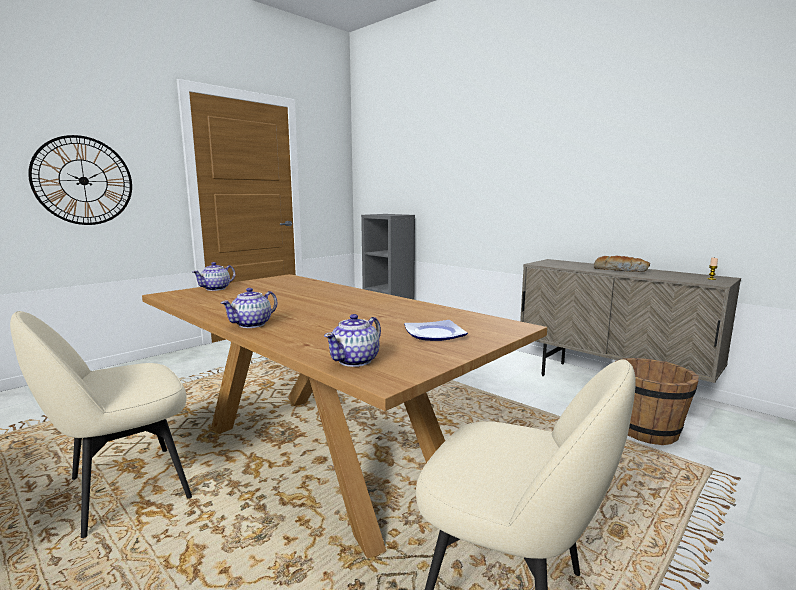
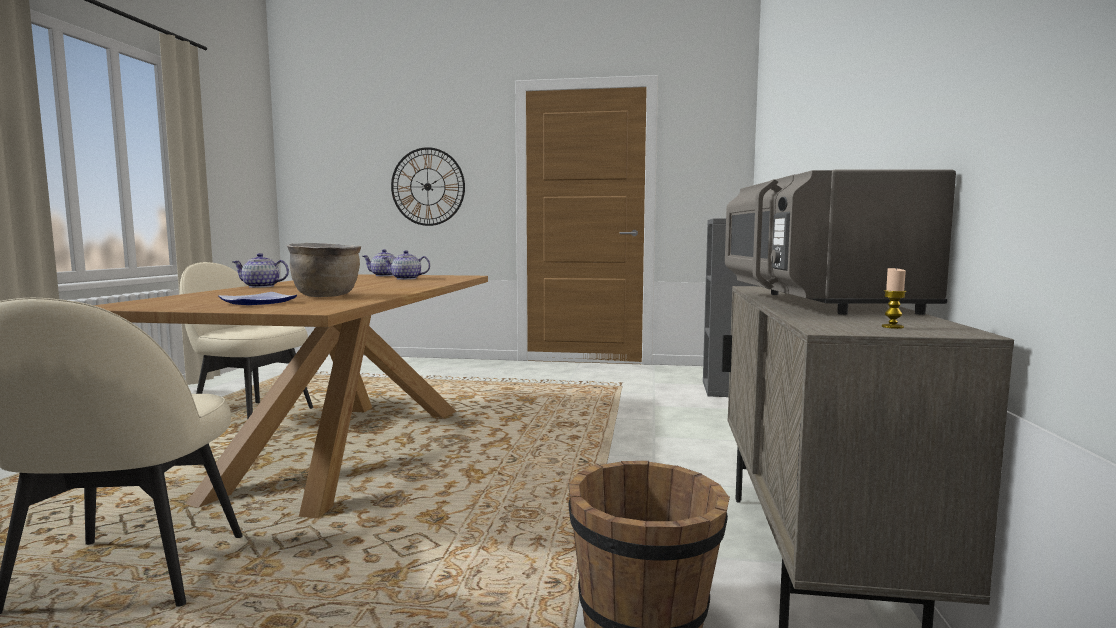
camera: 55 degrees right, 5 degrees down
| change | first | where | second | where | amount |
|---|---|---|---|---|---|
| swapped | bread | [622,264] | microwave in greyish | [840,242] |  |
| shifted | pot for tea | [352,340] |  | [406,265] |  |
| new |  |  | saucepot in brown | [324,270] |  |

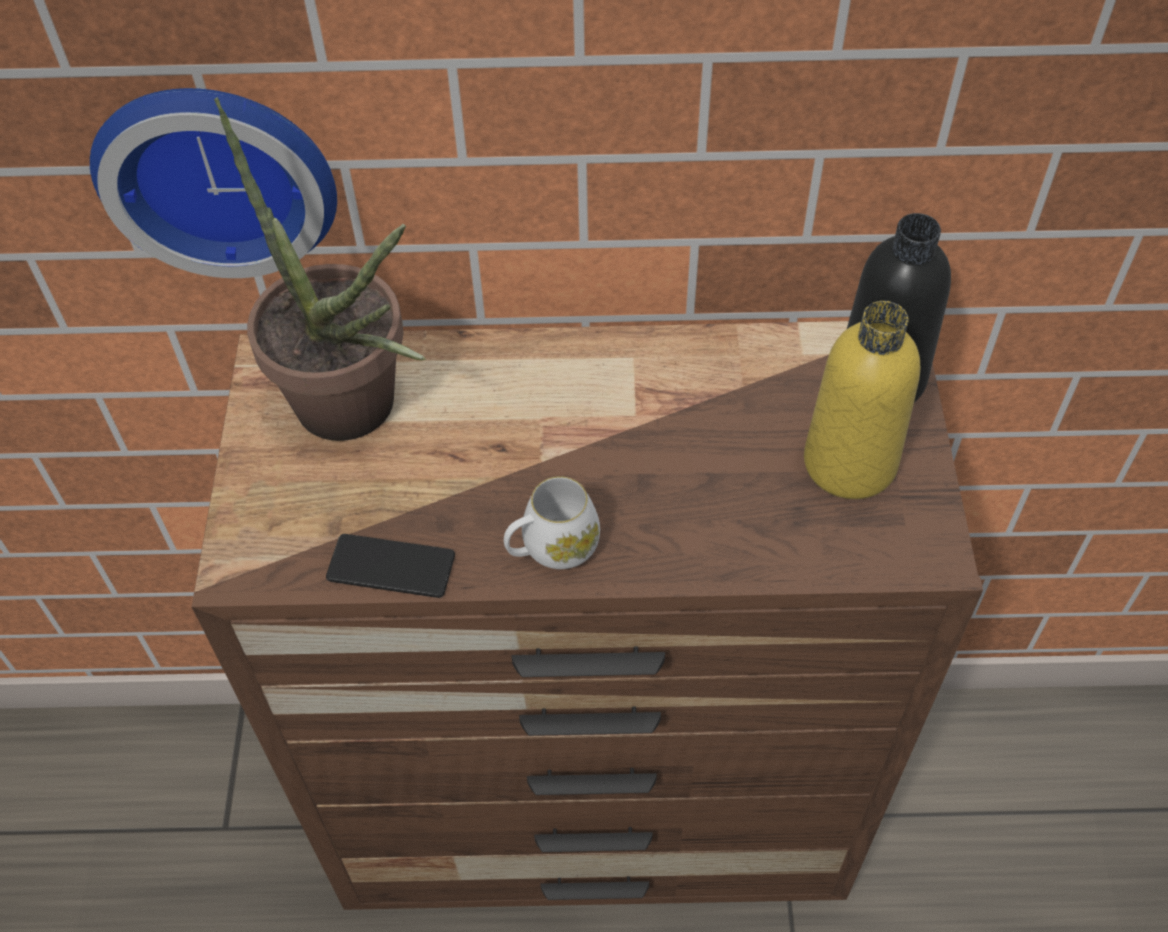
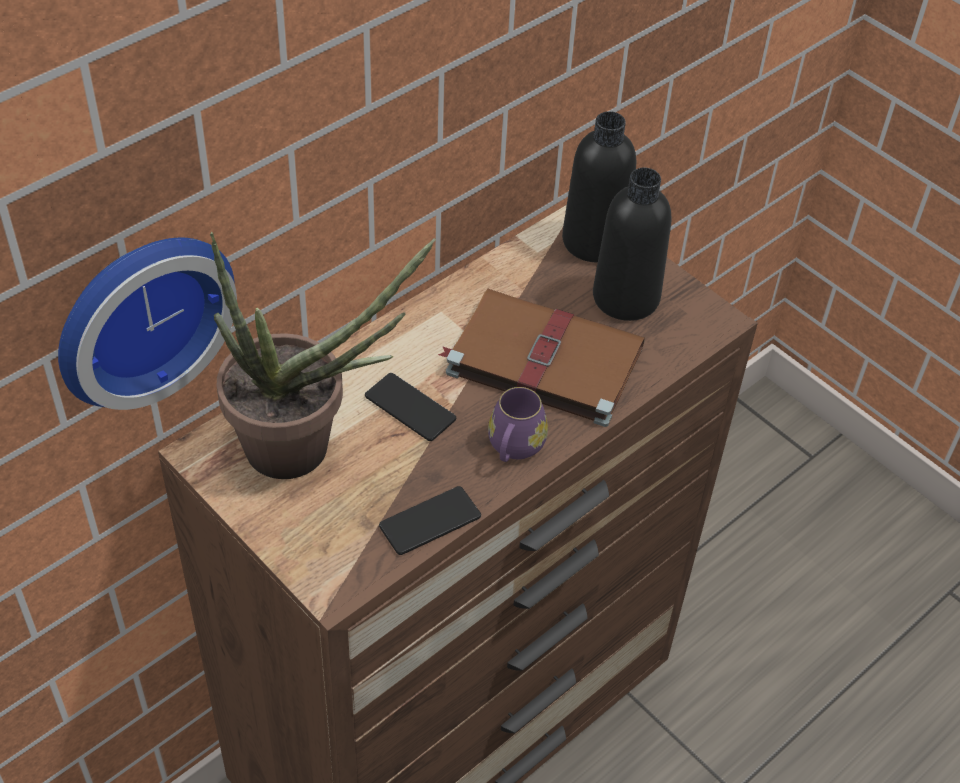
camera: 45 degrees left, 5 degrees down
| change | first | where | second | where | amount |
|---|---|---|---|---|---|
| repainted | bottle in yellow | [862,400] | bottle in black-coloured | [632,244] |  |
| repainted | coffee mug in white-coloured | [552,522] | coffee mug in purple | [518,424] |  |
| new |  |  | book in brown | [541,358] |  |
| new |  |  | handset | [410,407] |  |

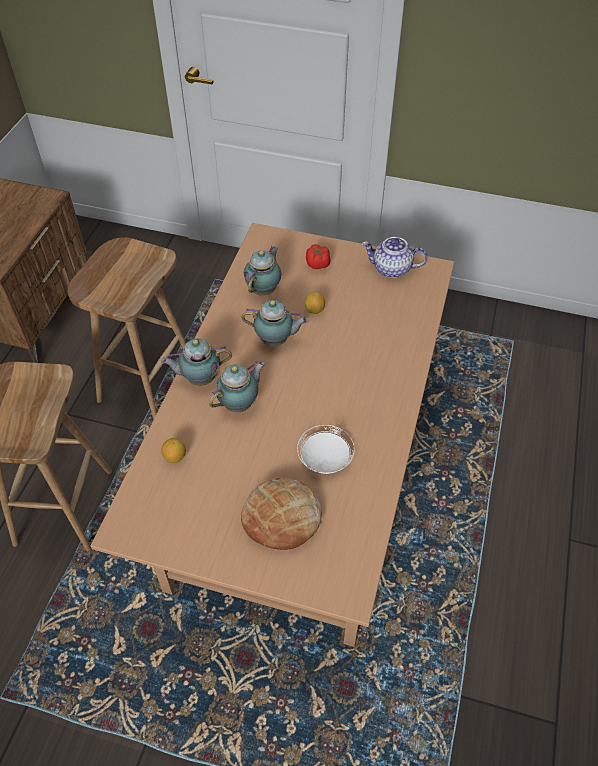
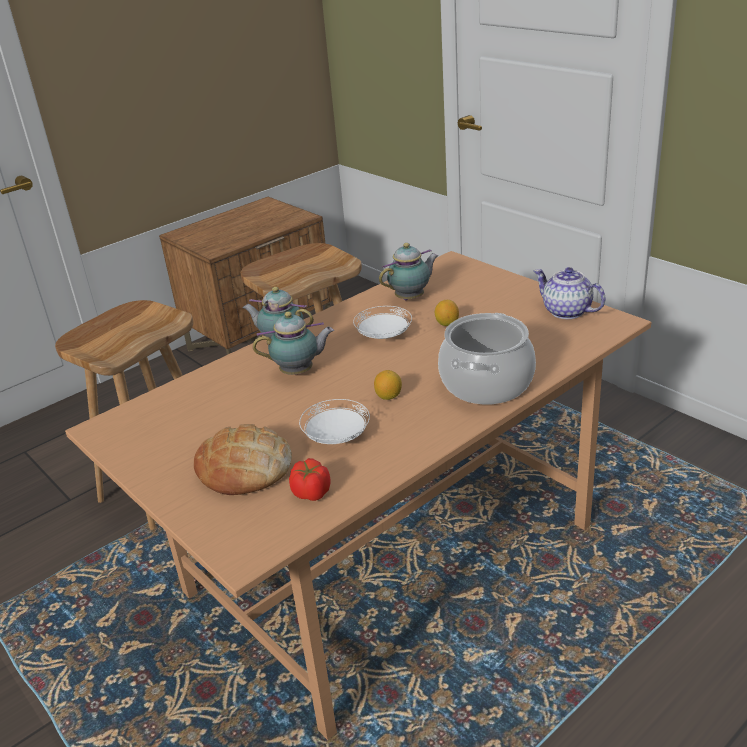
camera: 35 degrees right, 20 degrees down
| change | first | where | second | where | amount |
|---|---|---|---|---|---|
| shifted | whole tomato | [318,256] |  | [310,479] |  |
| swapped | pot for tea | [275,323] | dinner plate in white-coloured | [382,322] |  |
| shifted | citrus fruit | [173,450] |  | [388,385] |  |
| new |  |  | saucepot | [487,359] |  |

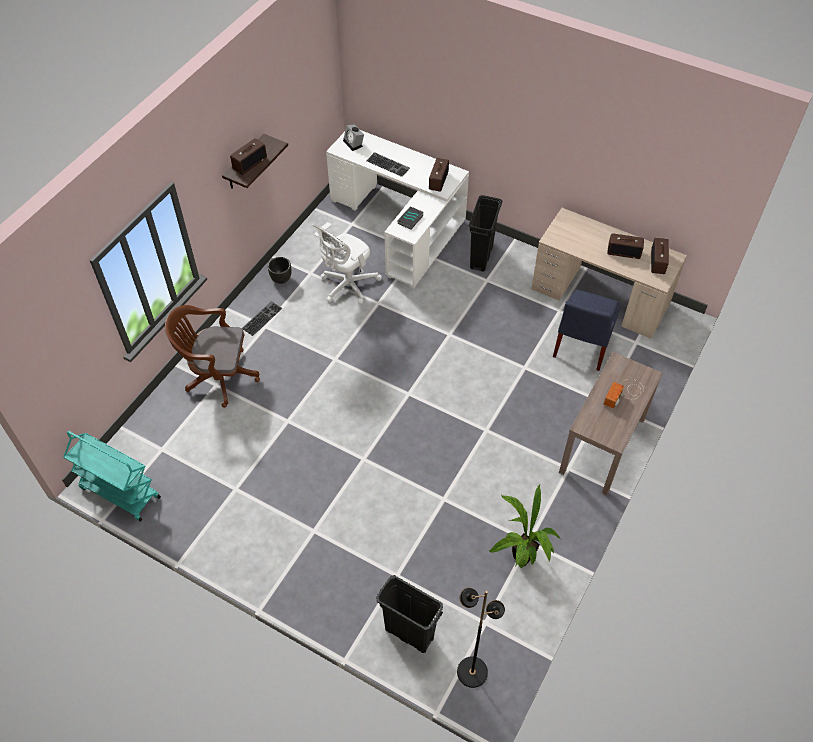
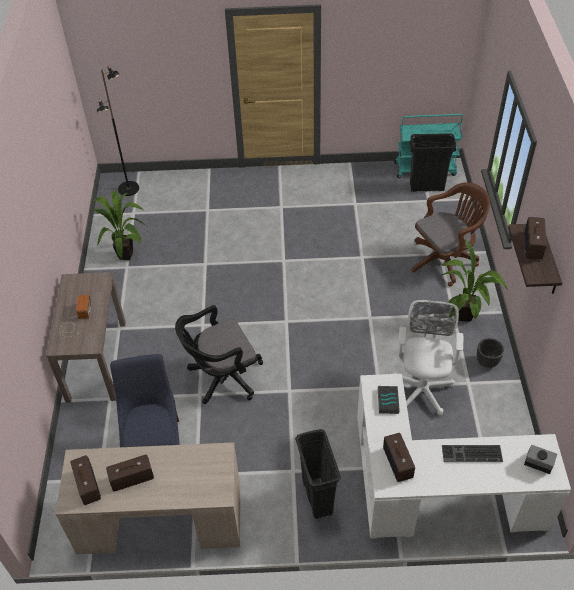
camera: 150 degrees right, 5 degrees down
| change | first | where | second | where | amount |
|---|---|---|---|---|---|
| swapped | keyboard | [262,318] | potted plant | [474,280] |  |
| shifted | waste bin in black-coloured | [409,614] |  | [432,162] |  |
| new |  |  | desk chair in black-coloured | [219,354] |  |

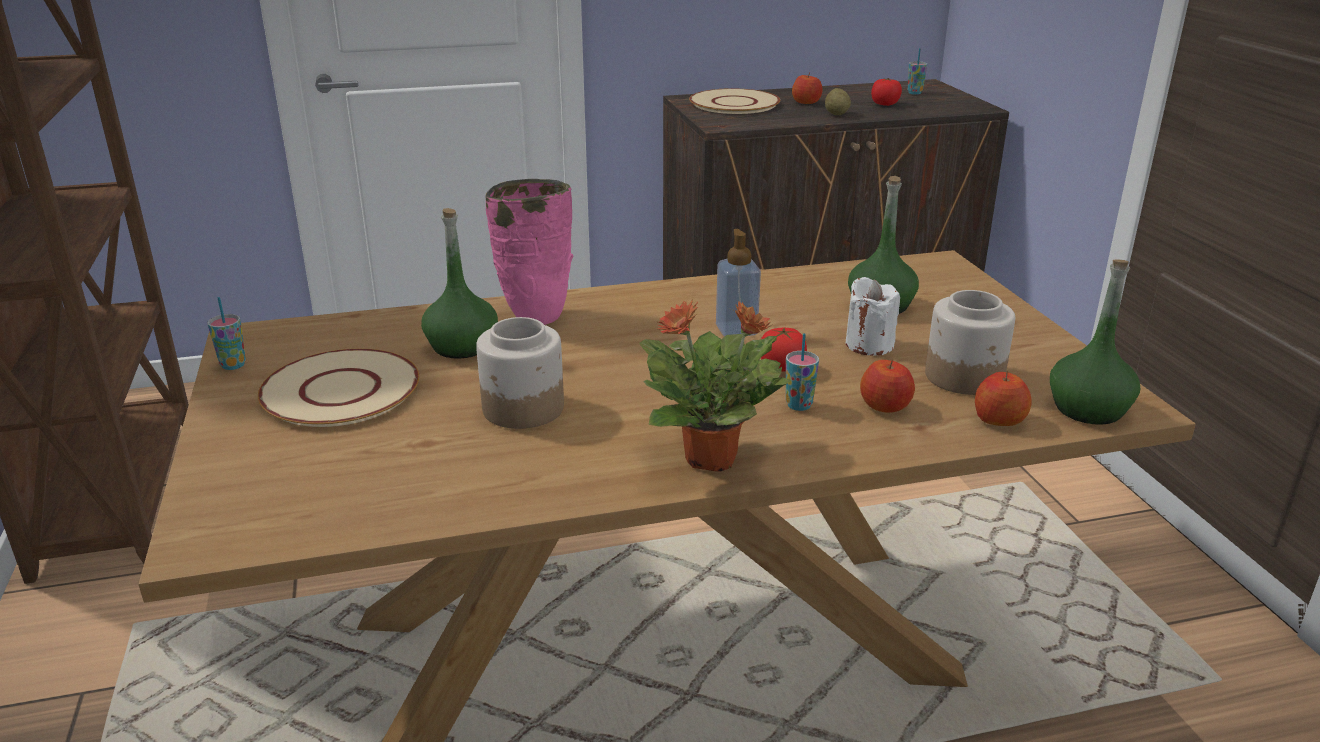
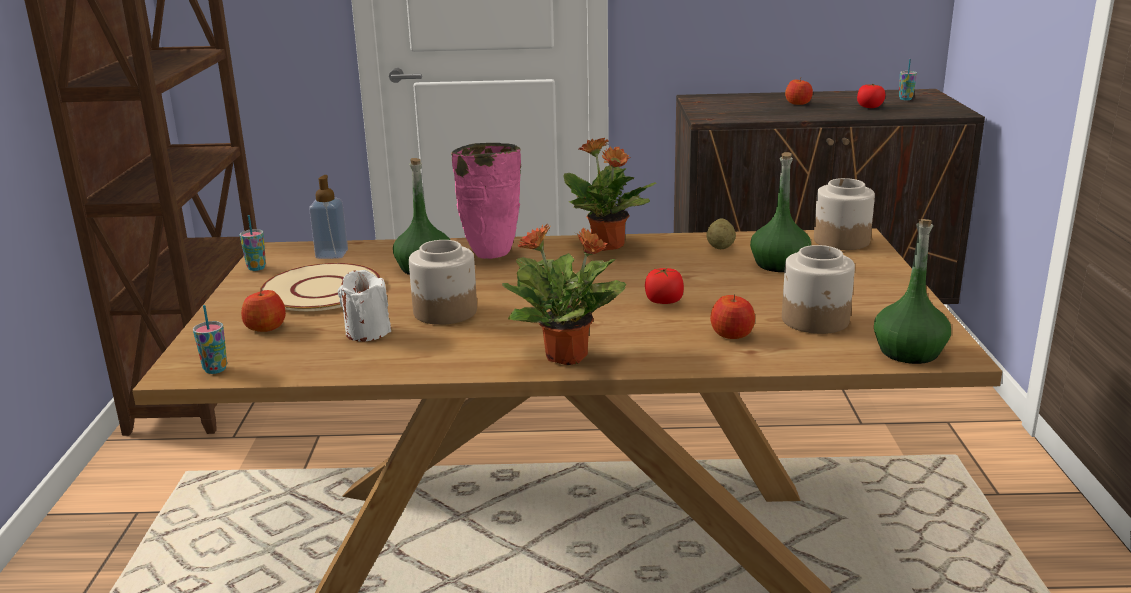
camera: 15 degrees right, 5 degrees down
| change | first | where | second | where | amount |
|---|---|---|---|---|---|
| gone | dinner plate in beige | [734,101] |  |  |  |
| shifted | potato | [838,101] |  | [721,234] |  |
| shifted | soap bottle | [738,283] |  | [328,217] |  |
| shifted | candle in white-coloured | [873,316] |  | [364,306] |  |
| shifted | small cup | [802,372] |  | [210,339] |  |
| shifted | whole apple | [1003,398] |  | [263,310] |  |
| new |  |  | potted plant | [610,194] |  |
| new |  |  | storage jar | [844,214] |  |

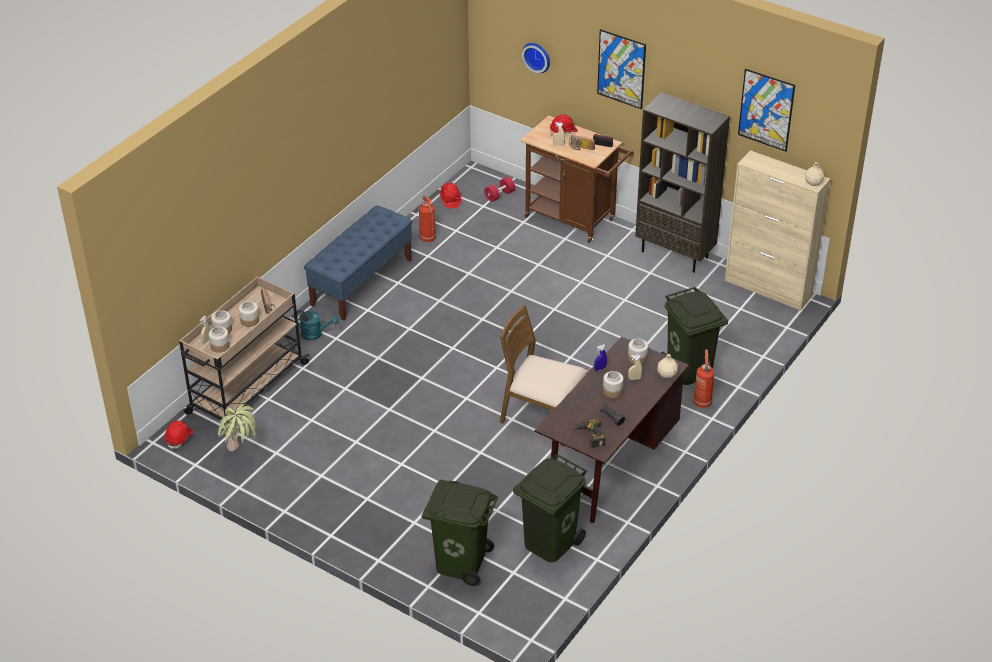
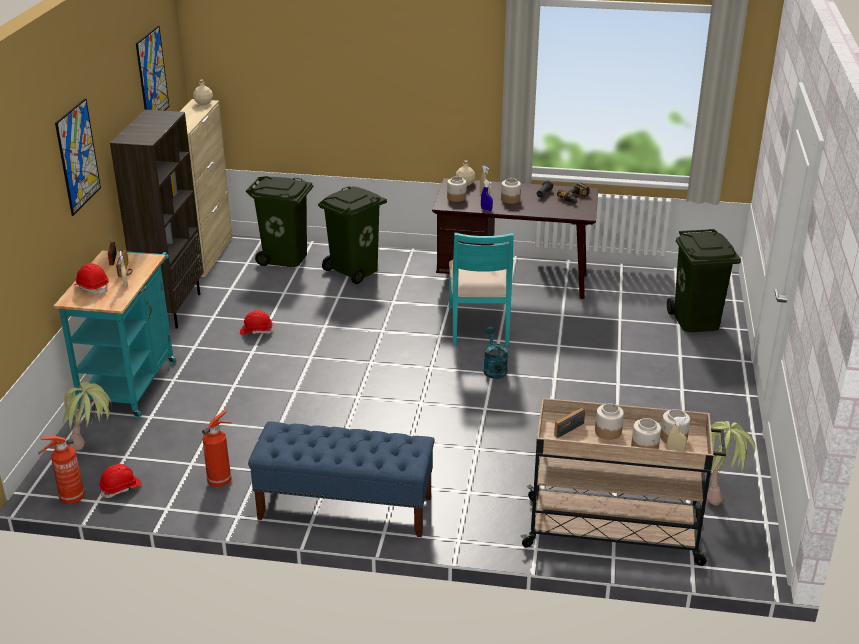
camera: 115 degrees left, 10 degrees down
| change | first | where | second | where | amount |
|---|---|---|---|---|---|
| gone | clock on the wall | [536,58] |  |  |  |
| repainted | cart in brown | [577,179] | cart in blue-green | [115,334] |  |
| swapped | dumbbell in reddish | [499,189] | potted plant | [87,416] |  |
| repainted | plain chair in brown | [544,376] | plain chair in blue-green | [481,289] |  |
| shifted | watering pot in blue-green | [316,325] |  | [495,353] |  |
| shifted | extinguisher | [704,378] |  | [61,470] |  |
| shifted | safety helmet in reddish | [179,435] |  | [257,322] |  |
| shifted | waste bin in green | [550,508] |  | [279,221] |  |

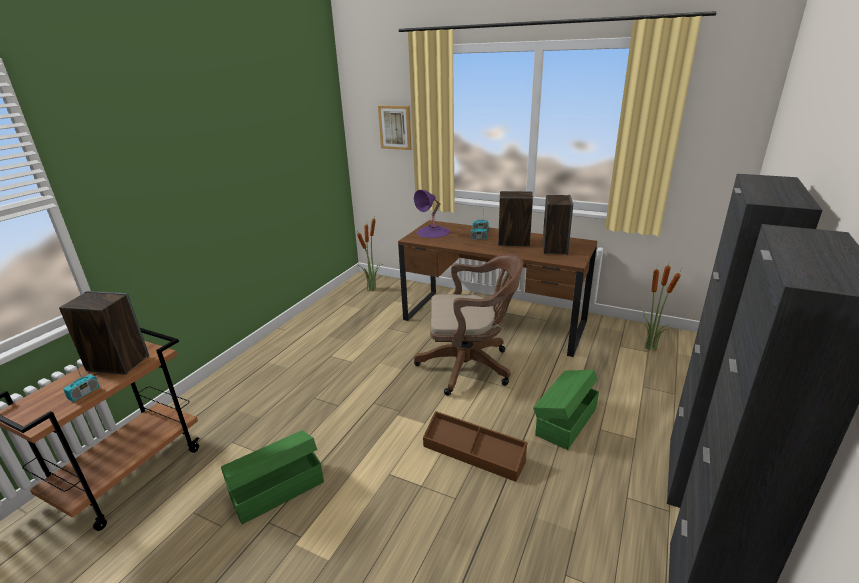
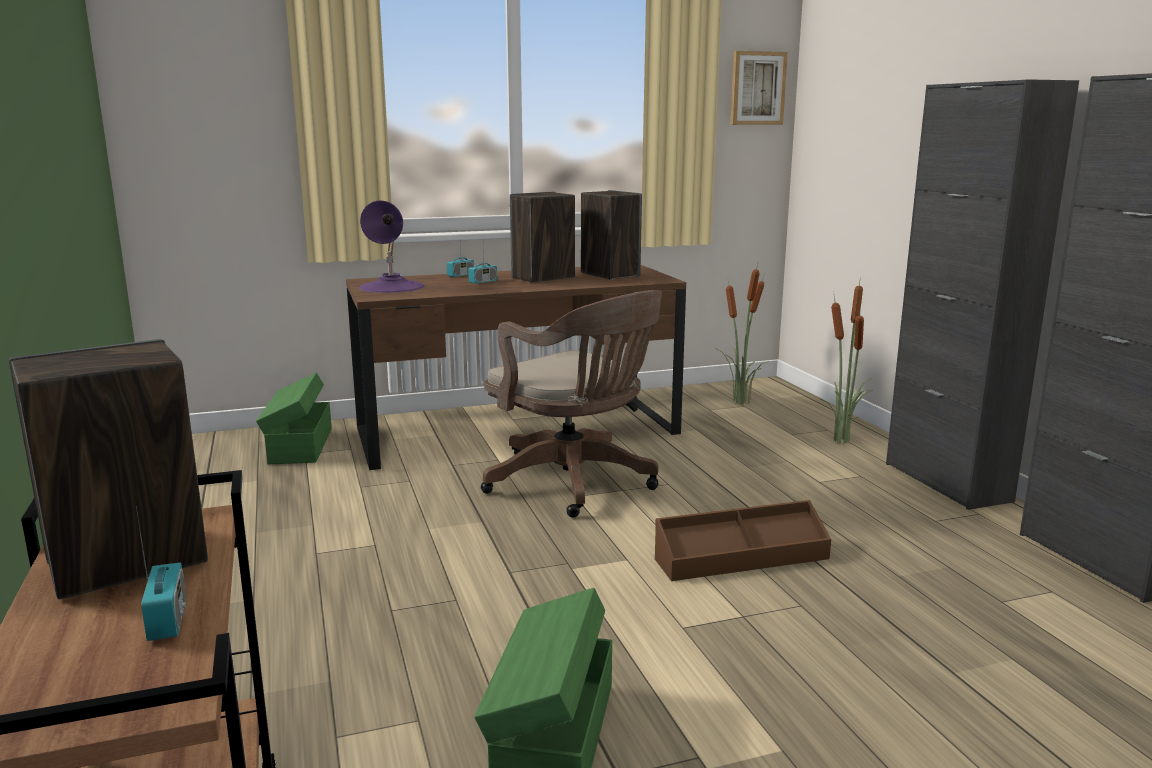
camera: 45 degrees left, 10 degrees down
| change | first | where | second | where | amount |
|---|---|---|---|---|---|
| shifted | wall picture | [395,128] |  | [759,88] |  |
| shifted | potted plant | [370,252] |  | [846,360] |  |
| rotated | desk chair in brown | [468,325] |  | [571,404] | 90 degrees clockwise |
| shifted | storage bin in green | [566,410] |  | [294,418] |  |

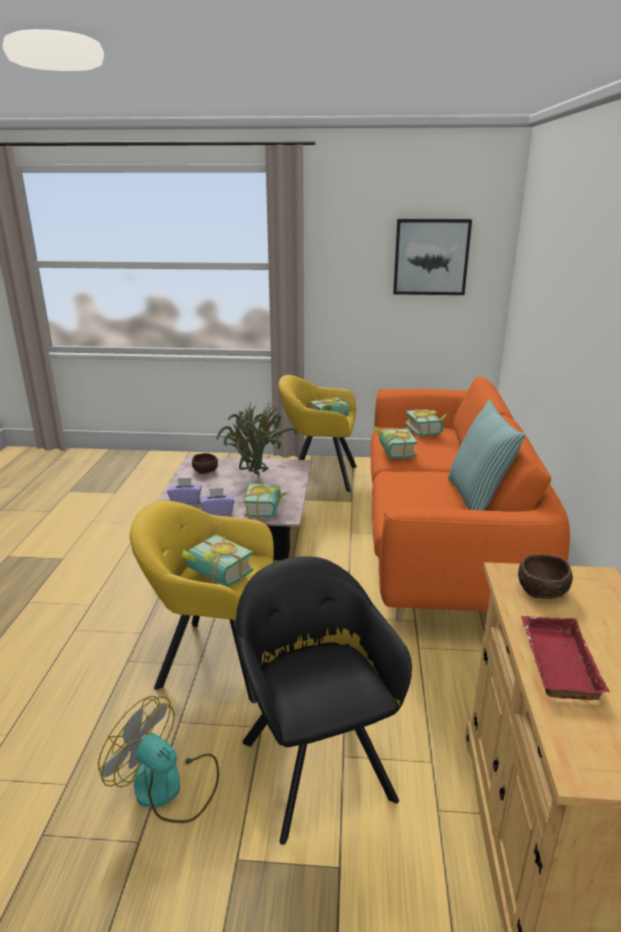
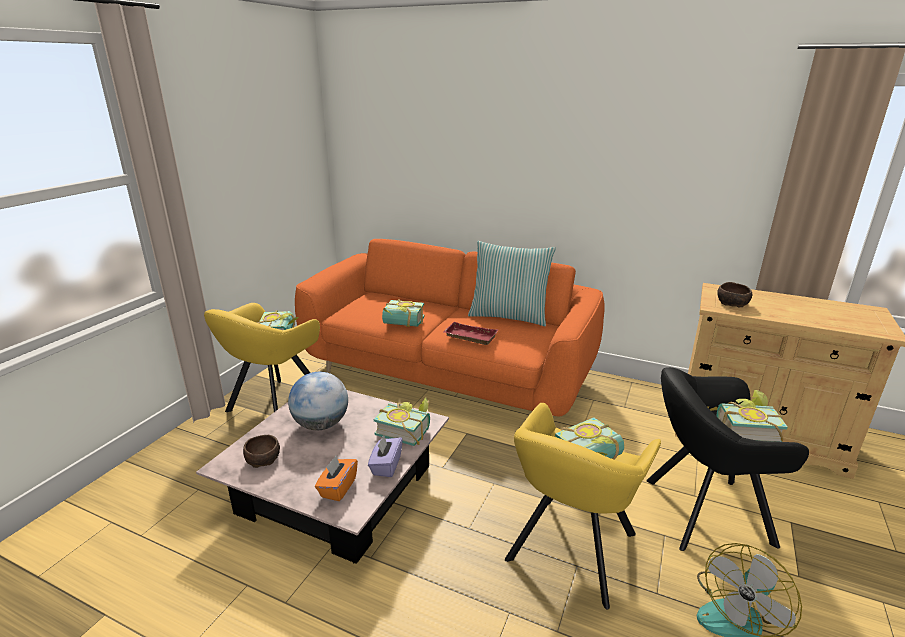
camera: 70 degrees left, 0 degrees up
| change | first | where | second | where | amount |
|---|---|---|---|---|---|
| gone | wall picture | [432,257] |  |  |  |
| swapped | potted plant | [256,439] | globe | [318,401] |  |
| shifted | book | [427,423] |  | [752,416] |  |
| repainted | tissue box in purple | [184,491] | tissue box in orange | [336,478] |  |
| shifted | tray in reddish | [565,658] |  | [470,333] |  |

